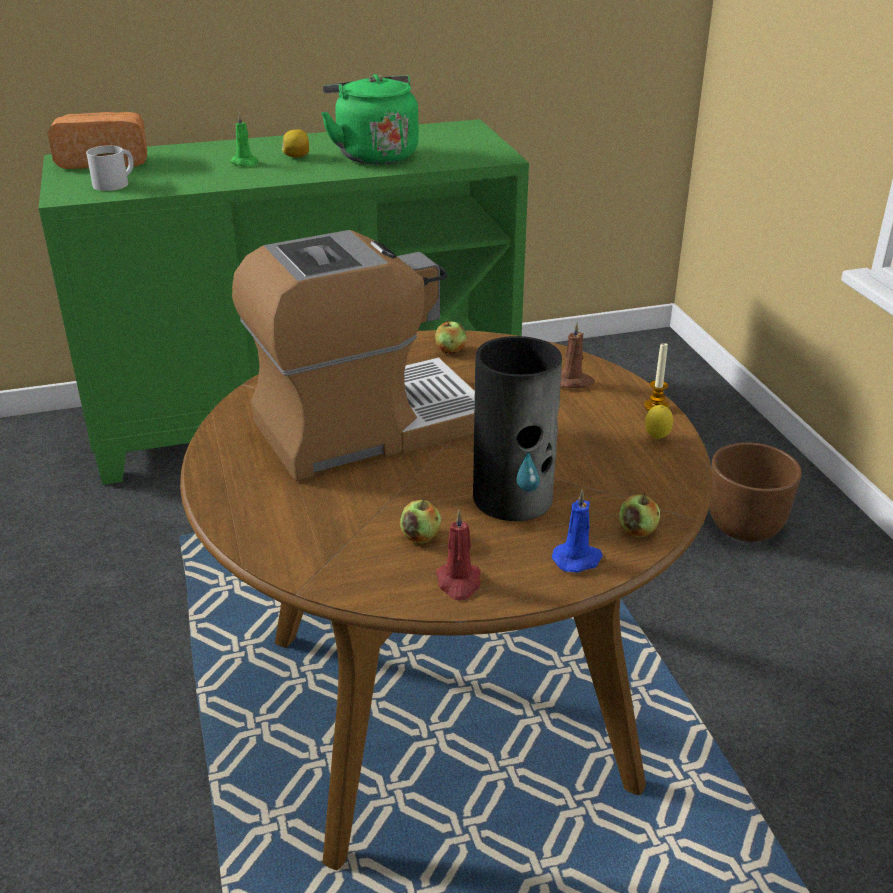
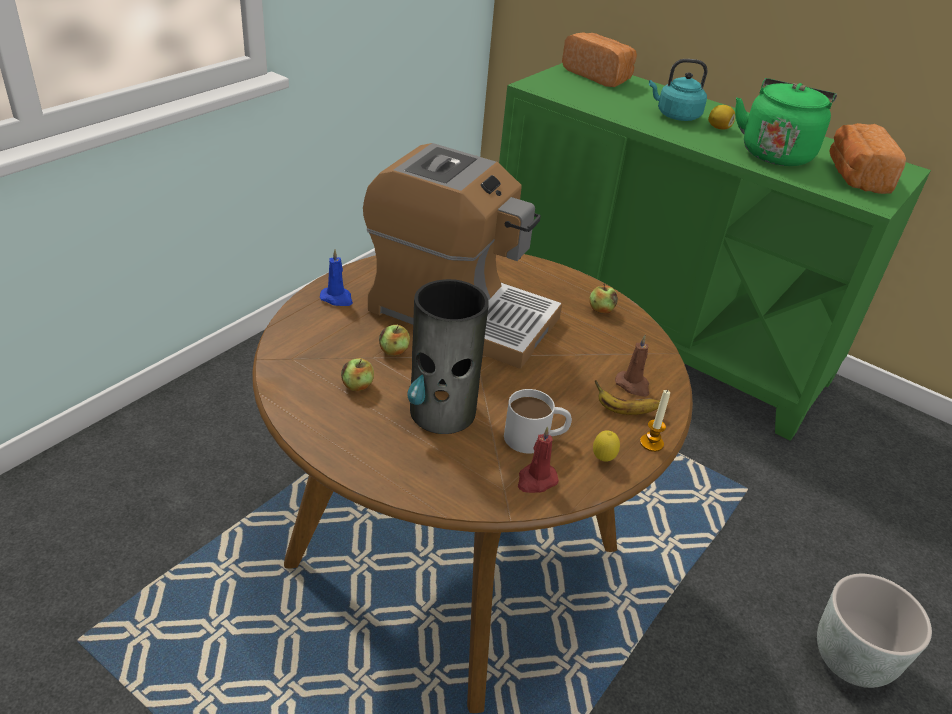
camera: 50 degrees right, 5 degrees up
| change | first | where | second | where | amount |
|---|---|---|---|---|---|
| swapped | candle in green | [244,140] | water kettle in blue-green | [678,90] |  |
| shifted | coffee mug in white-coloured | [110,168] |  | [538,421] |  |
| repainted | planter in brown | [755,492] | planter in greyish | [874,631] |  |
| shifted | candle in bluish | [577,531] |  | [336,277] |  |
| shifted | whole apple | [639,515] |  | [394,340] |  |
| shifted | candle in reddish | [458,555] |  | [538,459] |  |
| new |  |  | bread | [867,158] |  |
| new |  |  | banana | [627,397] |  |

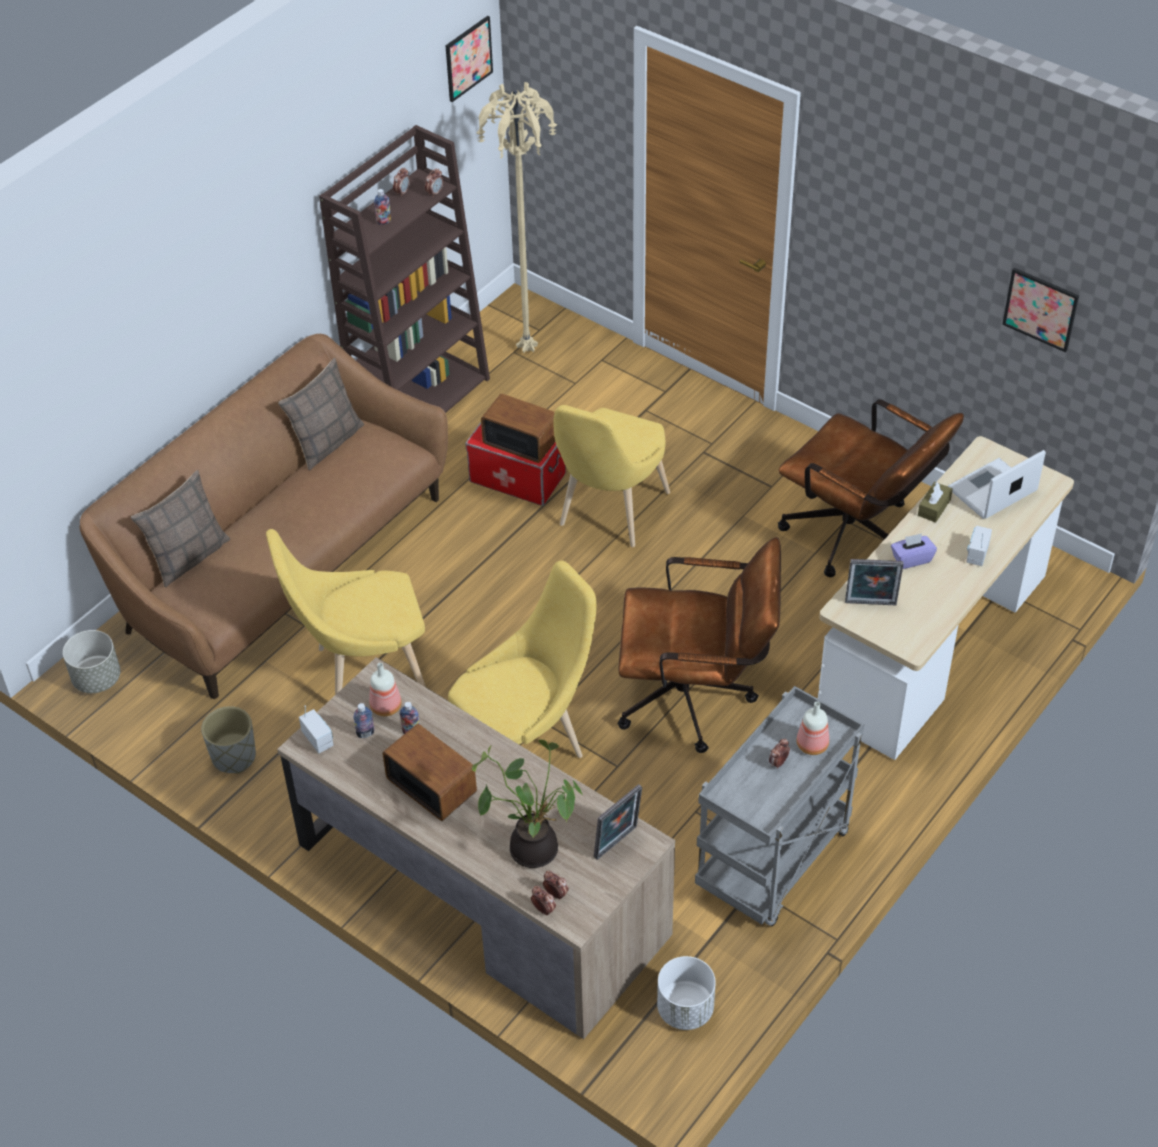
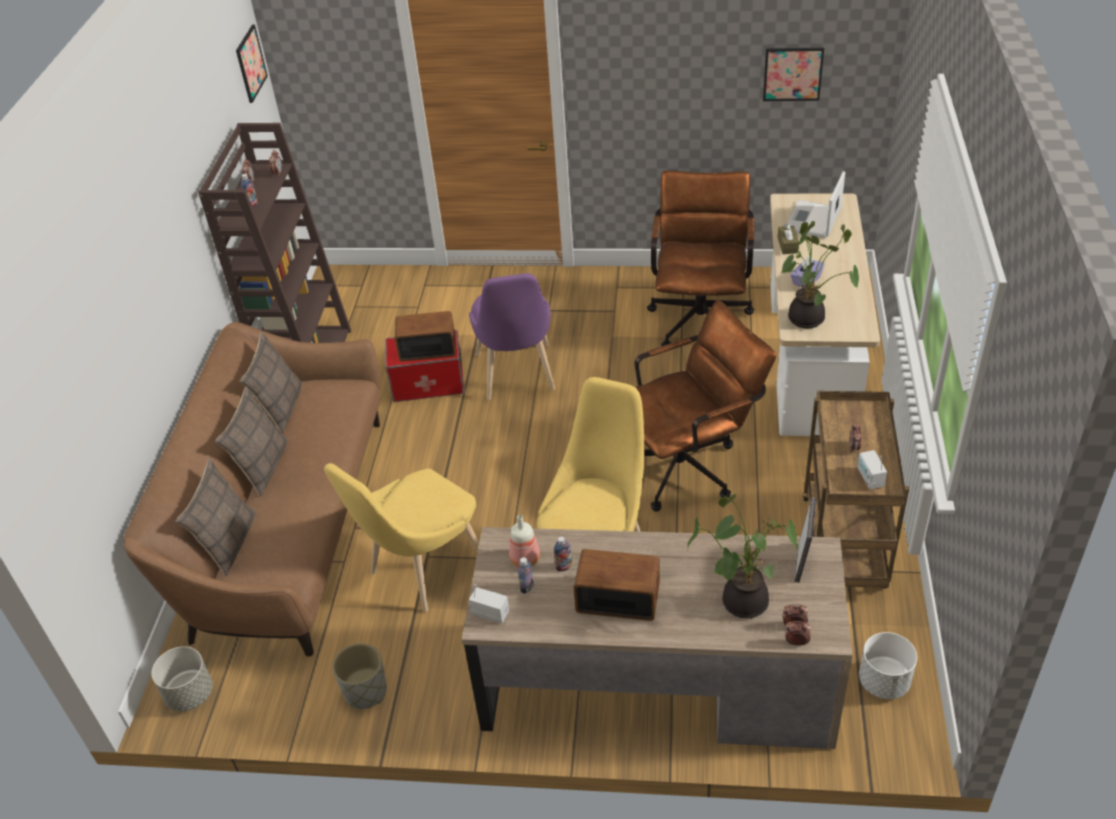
camera: 30 degrees left, 5 degrees down
| change | first | where | second | where | amount |
|---|---|---|---|---|---|
| gone | floor lamp in beige | [517,217] |  |  |  |
| rotated | desk chair in brown | [871,488] |  | [700,258] | 90 degrees counterclockwise |
| repainted | plain chair in yellow | [611,476] | plain chair in purple | [512,336] |  |
| shifted | radio | [979,546] |  | [872,469] |  |
| swapped | standing frame | [874,582] | potted plant | [820,274] |  |
| repainted | cart in greyish | [779,806] | cart in brown | [856,489] |  |
| gone | bottle | [812,728] |  |  |  |
| new |  |  | cushion | [252,441] |  |

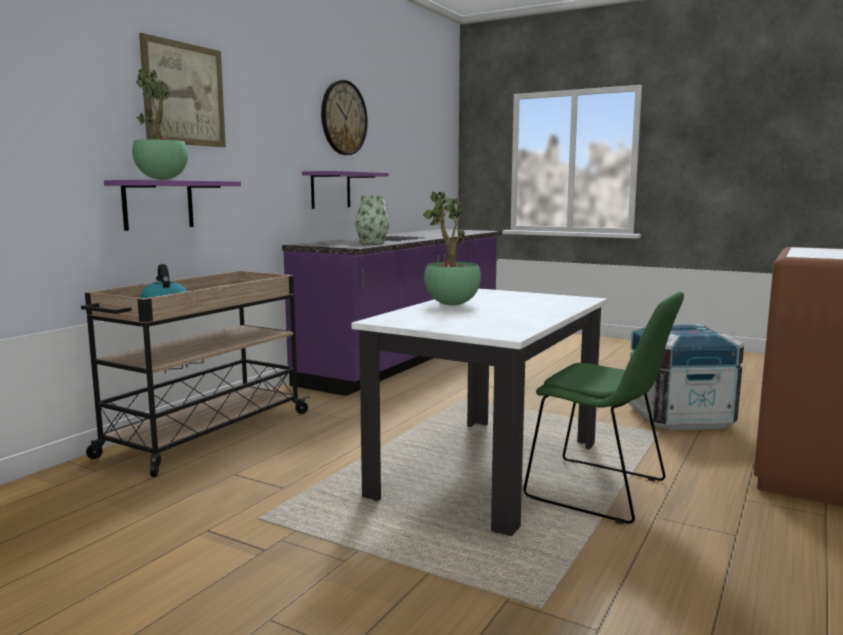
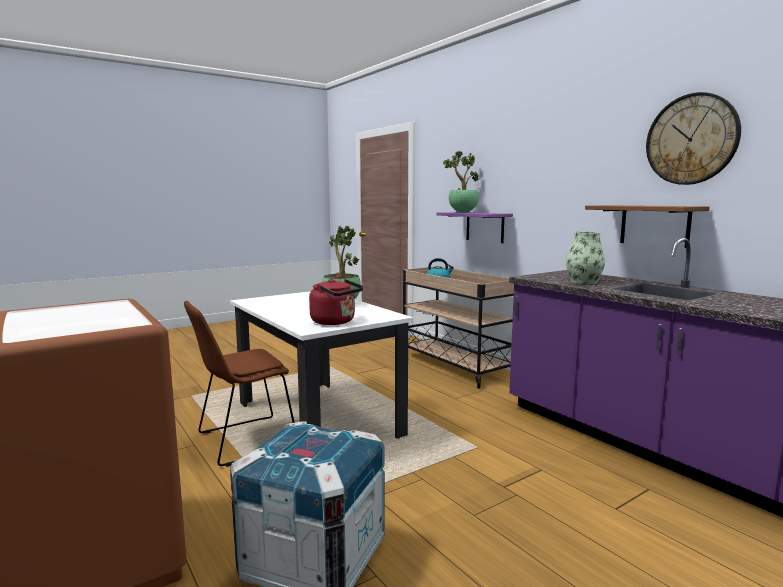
camera: 115 degrees right, 0 degrees up
| change | first | where | second | where | amount |
|---|---|---|---|---|---|
| gone | wall picture | [182,90] |  |  |  |
| repainted | bracket shelf in purple | [345,190] | bracket shelf in brown | [647,226] |  |
| repainted | plain chair in green | [603,408] | plain chair in brown | [239,384] |  |
| new |  |  | water kettle in reddish | [336,302] |  |

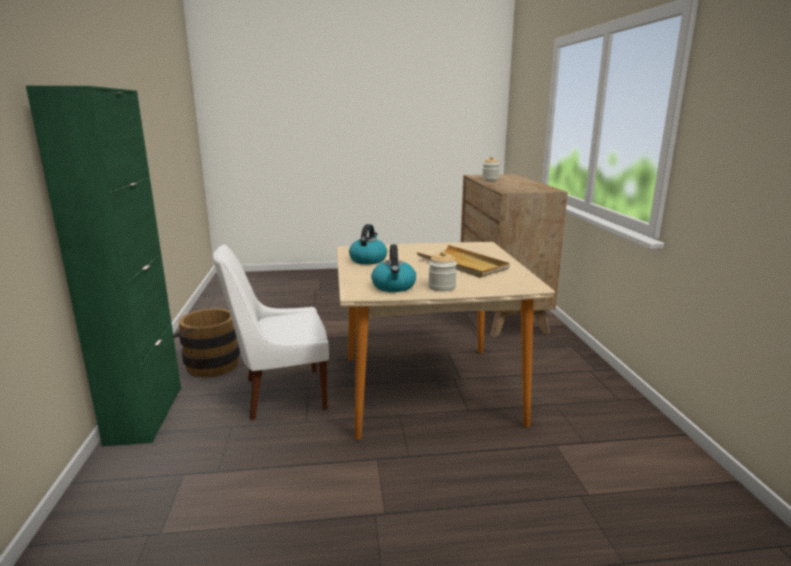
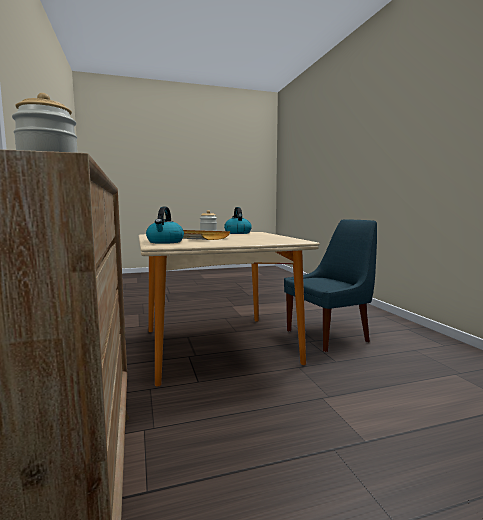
camera: 170 degrees right, 10 degrees down
| change | first | where | second | where | amount |
|---|---|---|---|---|---|
| gone | storage cabinet in green | [103,266] |  |  |  |
| shifted | water kettle | [368,244] |  | [165,225] |  |
| repainted | plain chair in white-coloured | [271,332] | plain chair in bluish | [330,285] |  |
| gone | bucket in brown | [206,343] |  |  |  |

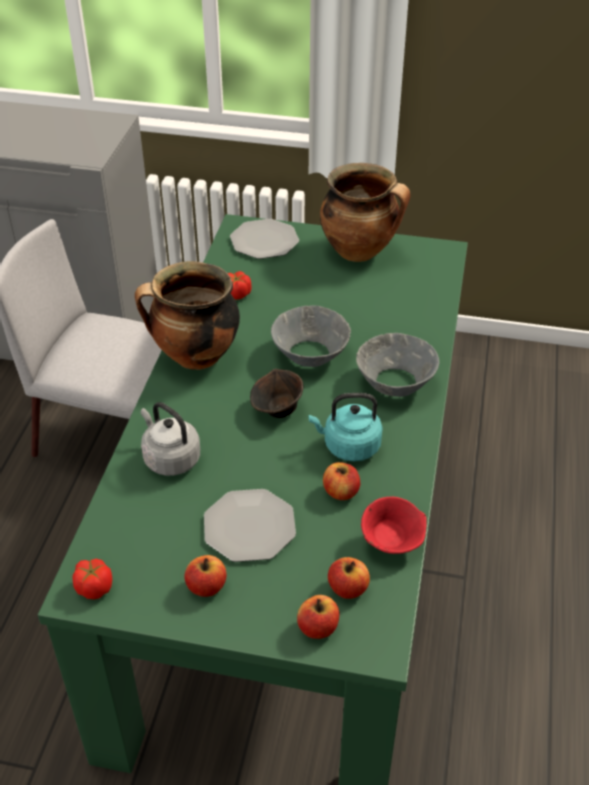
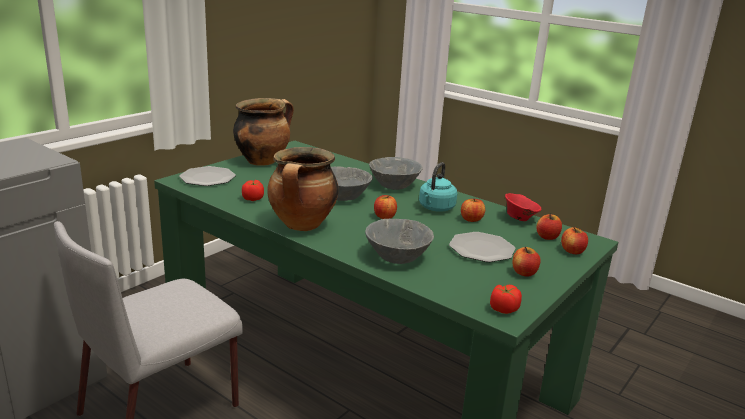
camera: 65 degrees left, 20 degrees down
| change | first | where | second | where | amount |
|---|---|---|---|---|---|
| swapped | bowl in brown | [276,393] | whole apple | [385,207] |  |
| swapped | water kettle in greyish | [170,439] | bowl in greyish | [399,241] |  |

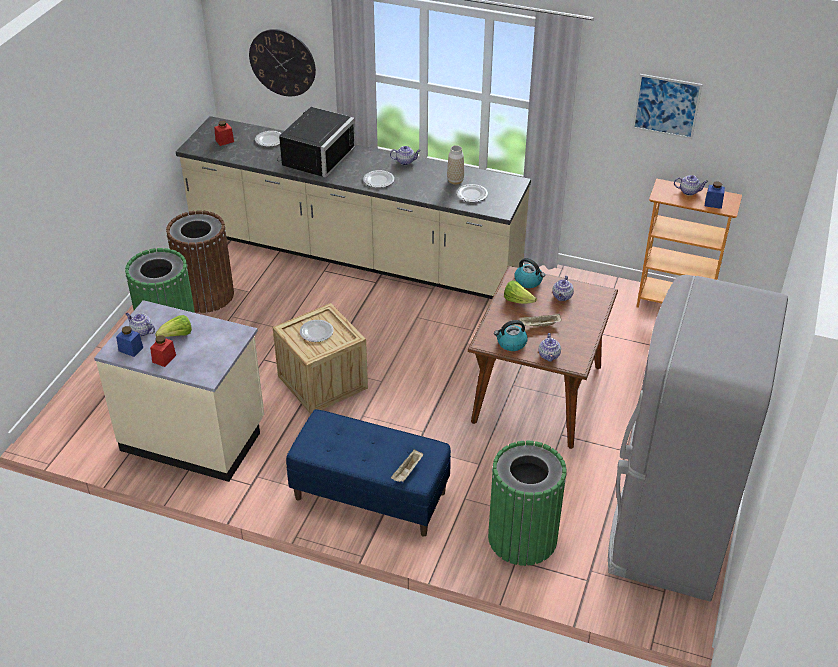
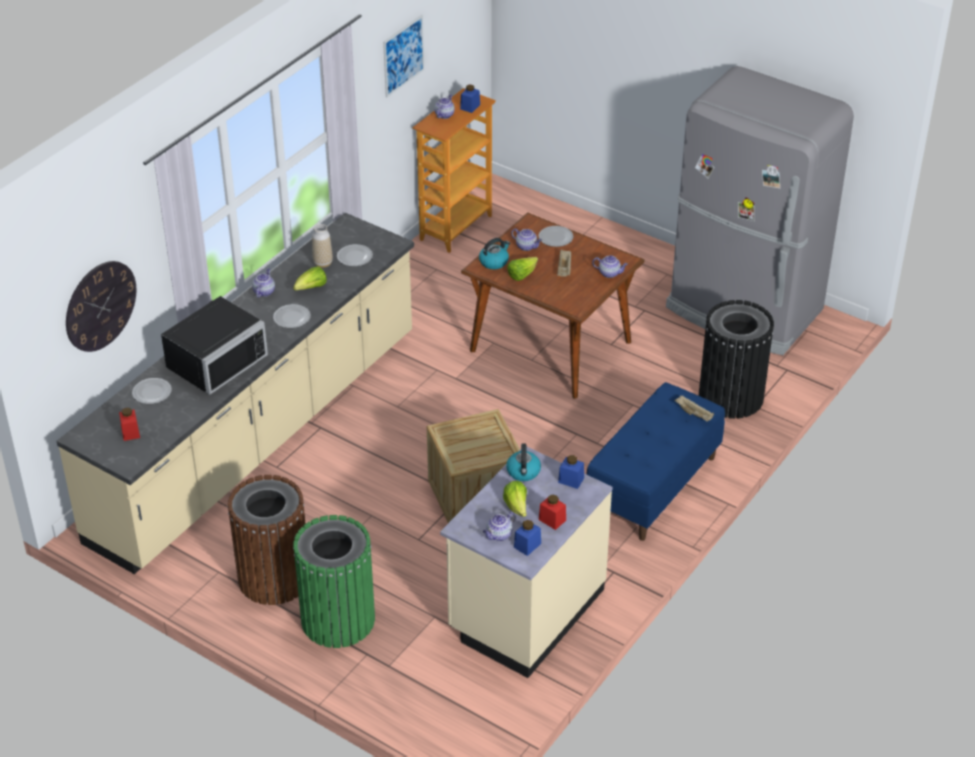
camera: 75 degrees left, 0 degrees up
| change | first | where | second | where | amount |
|---|---|---|---|---|---|
| rotated | microwave in black-coloured | [316,142] |  | [214,345] | 90 degrees clockwise |
| shifted | dinner plate | [317,331] |  | [556,236] |  |
| shifted | water kettle | [511,335] |  | [523,462] |  |
| repainted | waste bin in green | [527,503] | waste bin in black-coloured | [736,359] |  |
| new |  |  | head of lettuce | [310,278] |  |
| new |  |  | storage jar in bluish | [571,472] |  |

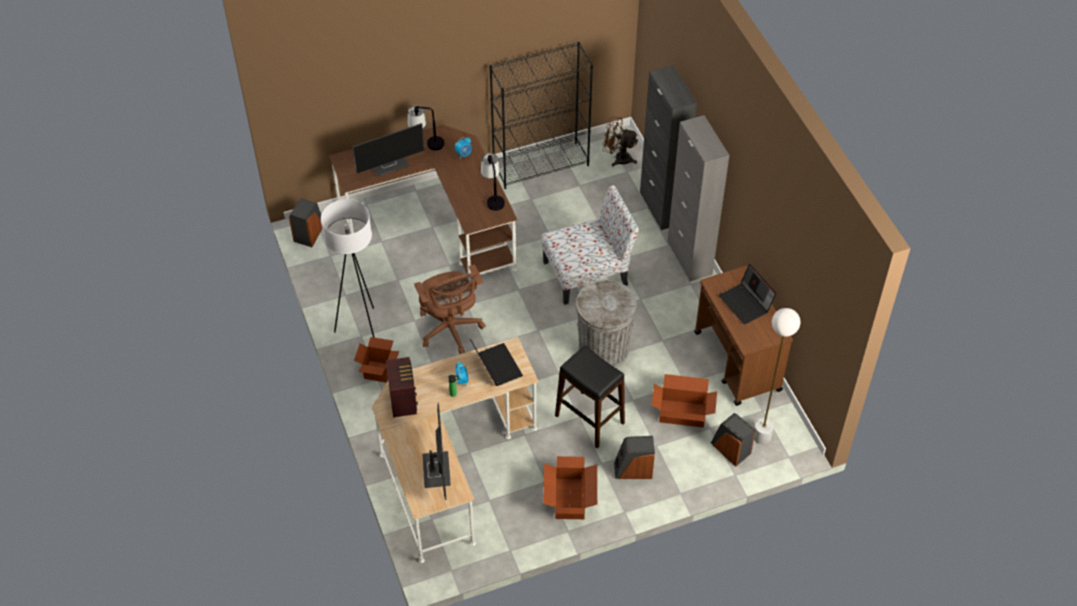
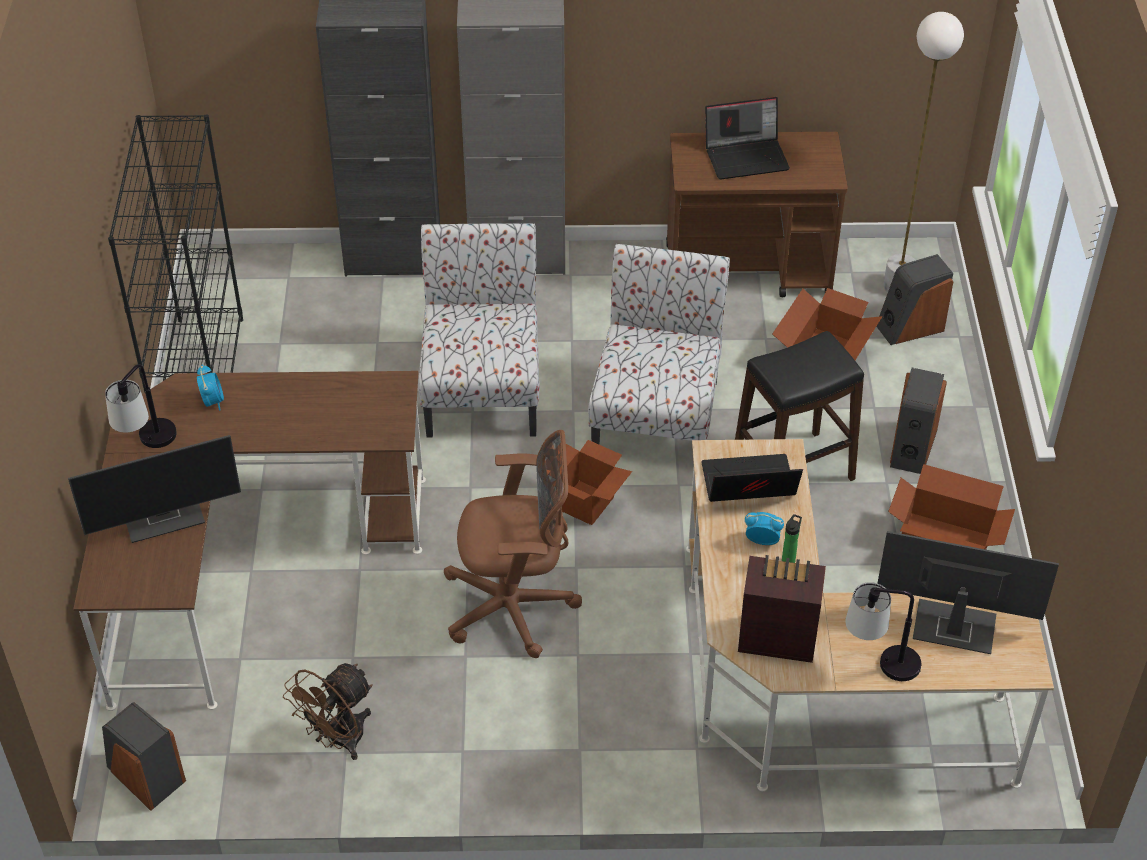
camera: 70 degrees left, 5 degrees down
| change | first | where | second | where | amount |
|---|---|---|---|---|---|
| shifted | cooling fan in brown | [620,141] |  | [328,711] |  |
| rotated | monitor | [389,150] |  | [154,489] | 75 degrees clockwise |
| shifted | table lamp | [493,182] |  | [883,631] |  |
| gone | floor lamp in white-coloured | [348,268] |  |  |  |
| swapped | waste bin in greyish | [606,324] | plain chair | [659,344] |  |
| shifted | packing box | [376,360] |  | [589,482] |  |

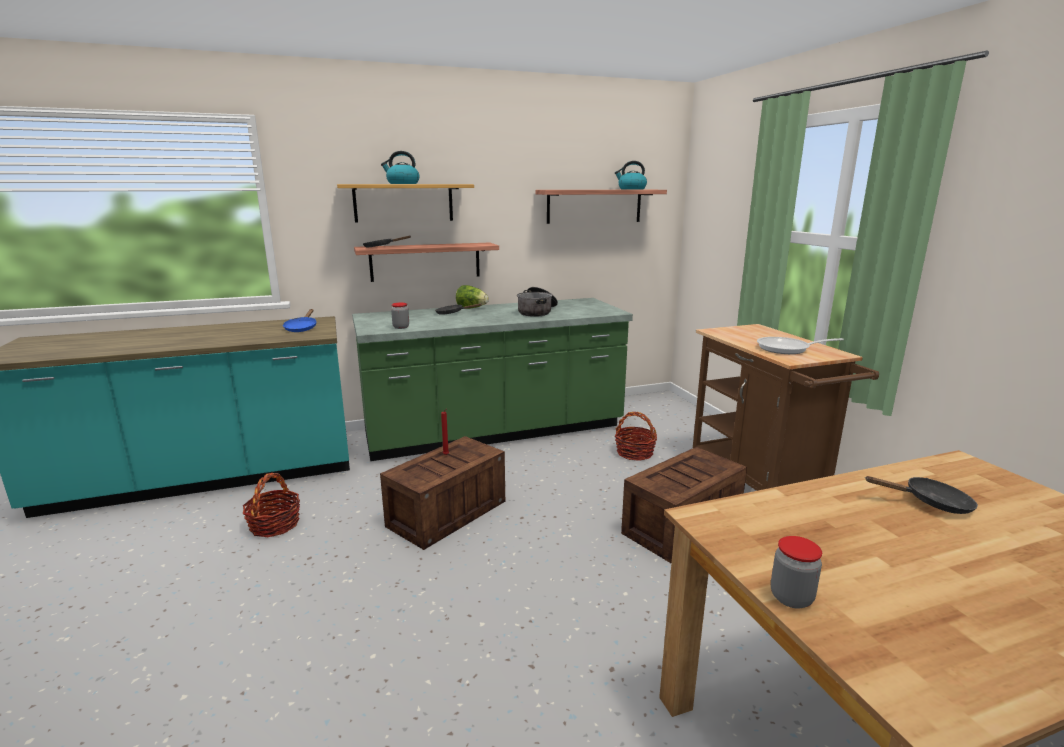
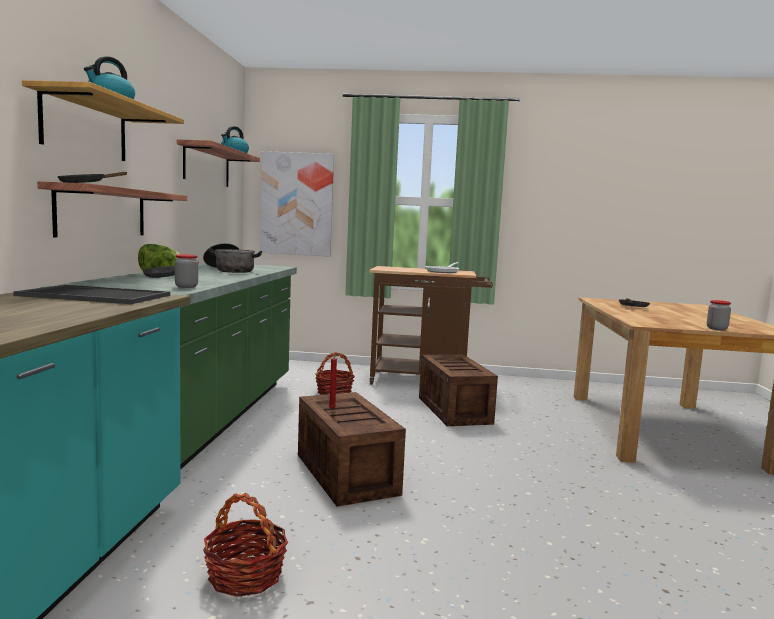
camera: 65 degrees left, 10 degrees down
| change | first | where | second | where | amount |
|---|---|---|---|---|---|
| swapped | pan in bluish | [299,320] | tray | [91,294] |  |
| new |  |  | wall picture | [297,204] |  |

